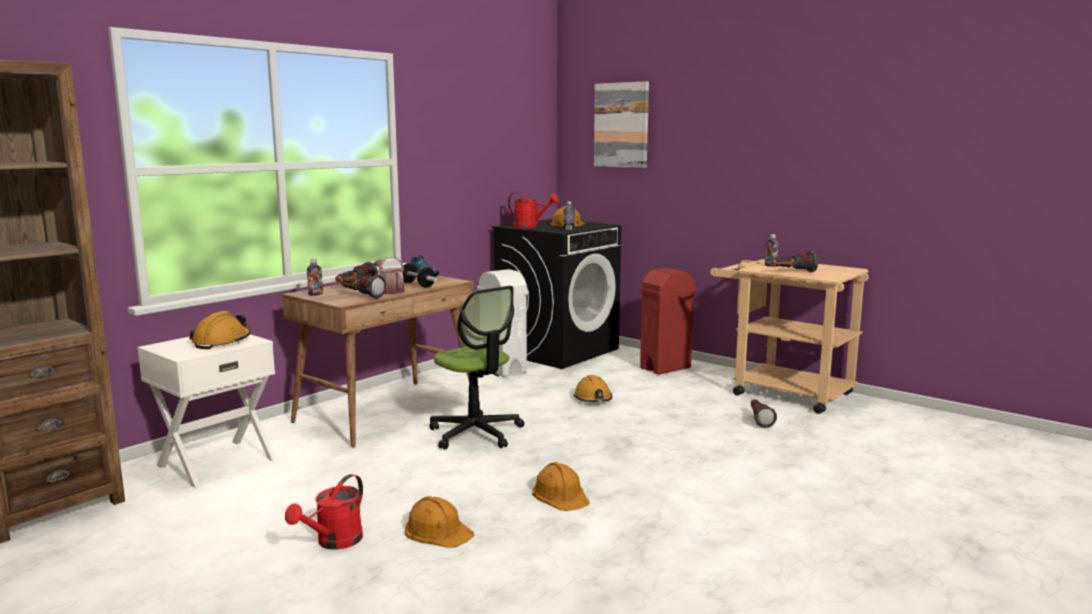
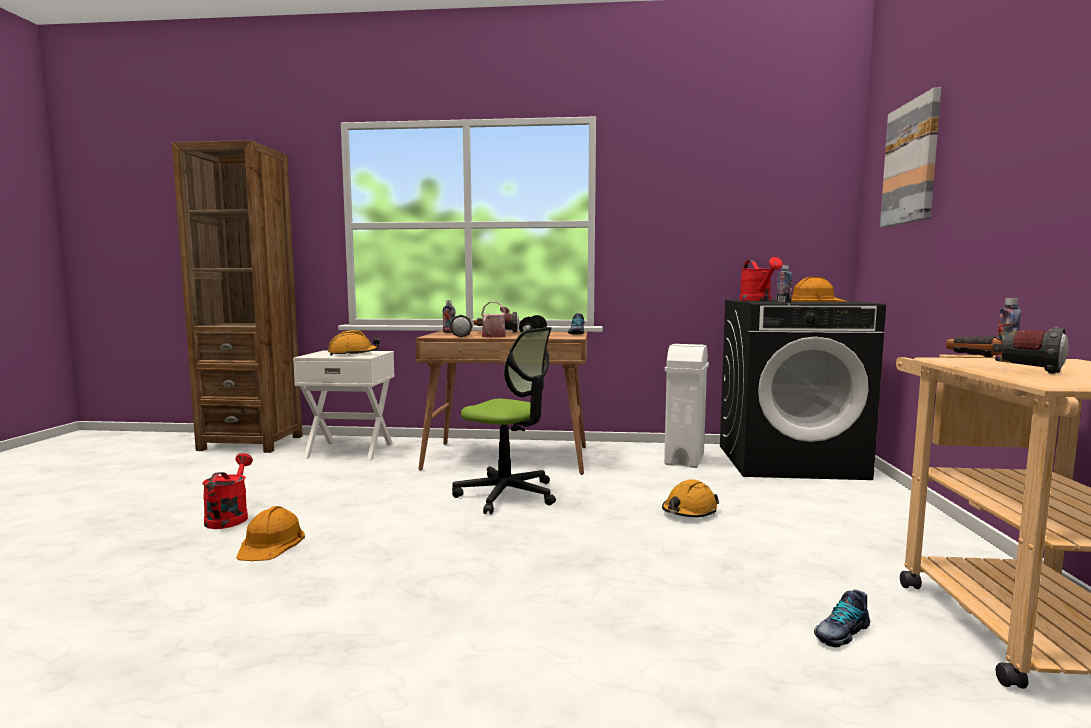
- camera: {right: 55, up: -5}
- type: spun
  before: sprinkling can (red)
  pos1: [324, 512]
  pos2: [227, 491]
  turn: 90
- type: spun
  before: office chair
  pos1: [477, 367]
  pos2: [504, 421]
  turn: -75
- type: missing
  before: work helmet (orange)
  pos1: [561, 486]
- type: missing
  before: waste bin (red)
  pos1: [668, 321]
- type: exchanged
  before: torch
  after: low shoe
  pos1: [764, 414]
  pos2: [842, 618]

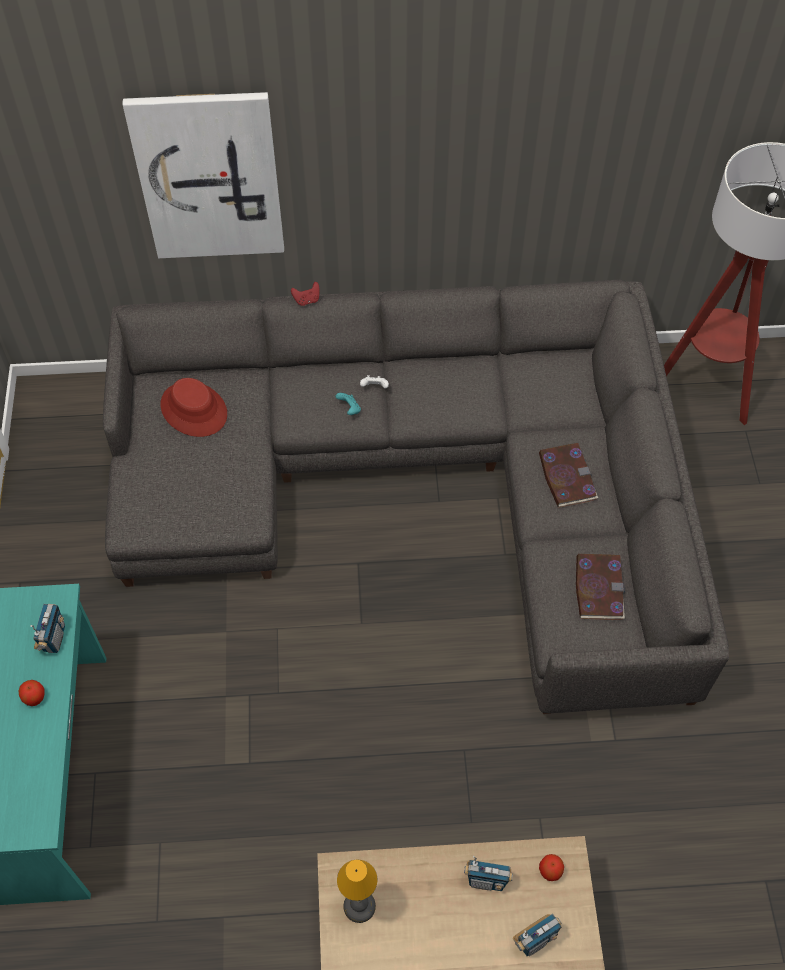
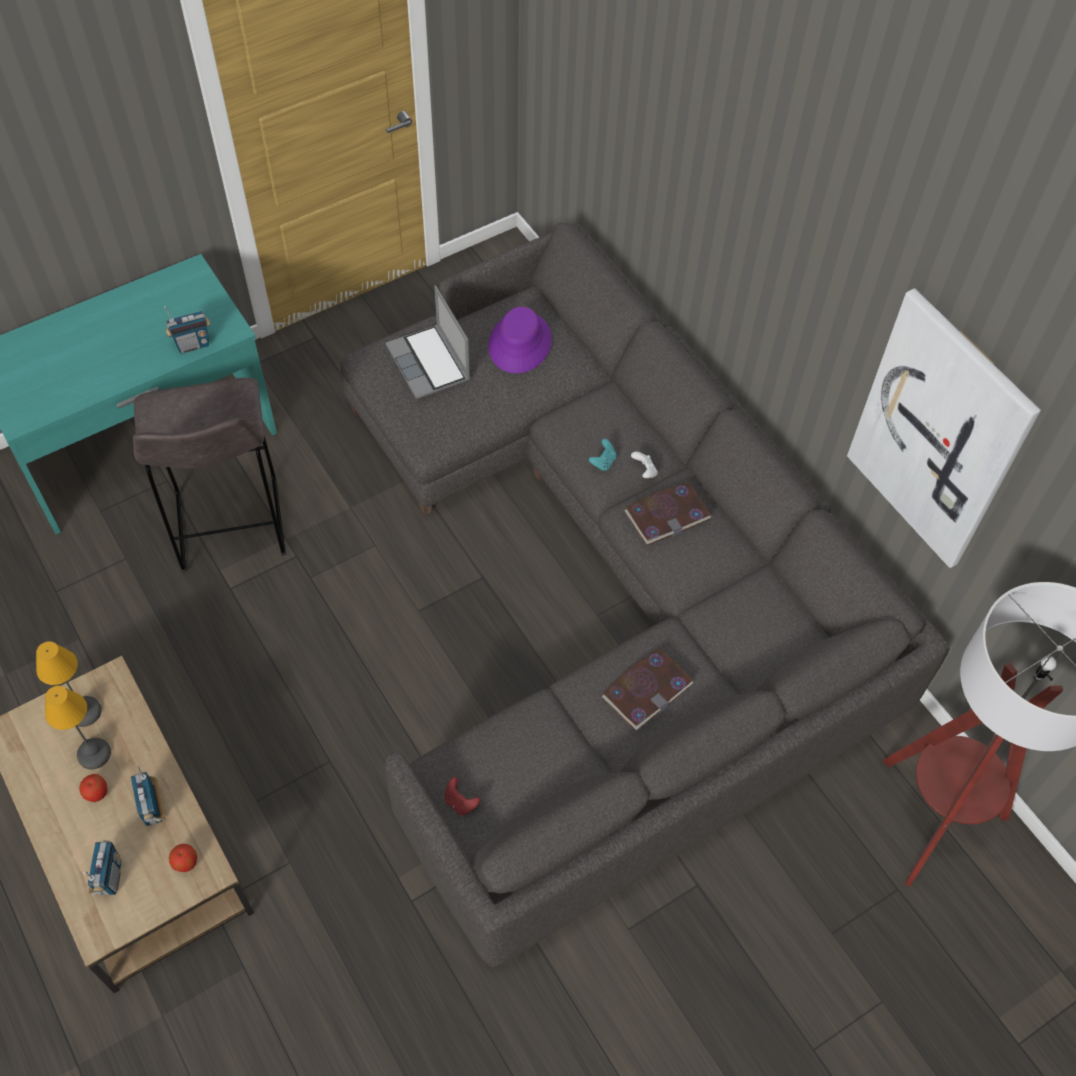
- camera: {right: 60, up: 0}
- type: relocated
  before: apple fruit
  pos1: [32, 693]
  pos2: [93, 788]
- type: relocated
  before: wall art
  pos1: [203, 175]
  pos2: [944, 428]
- type: colour
  before: clothing hat (red)
  after: clothing hat (purple-coloured)
  pos1: [193, 407]
  pos2: [520, 340]
- type: relocated
  before: game controller (red)
  pos1: [305, 294]
  pos2: [462, 796]
- type: spun
  before: radio set
  pos1: [537, 935]
  pos2: [102, 868]
  turn: -120
- type: relocated
  before: book
  pos1: [600, 587]
  pos2: [667, 514]
- type: appeared
  after: table lamp
  pos2: [78, 728]
- type: appeared
  after: stool seat (greyish)
  pos2: [209, 475]
- type: appeared
  after: laptop
  pos2: [428, 342]

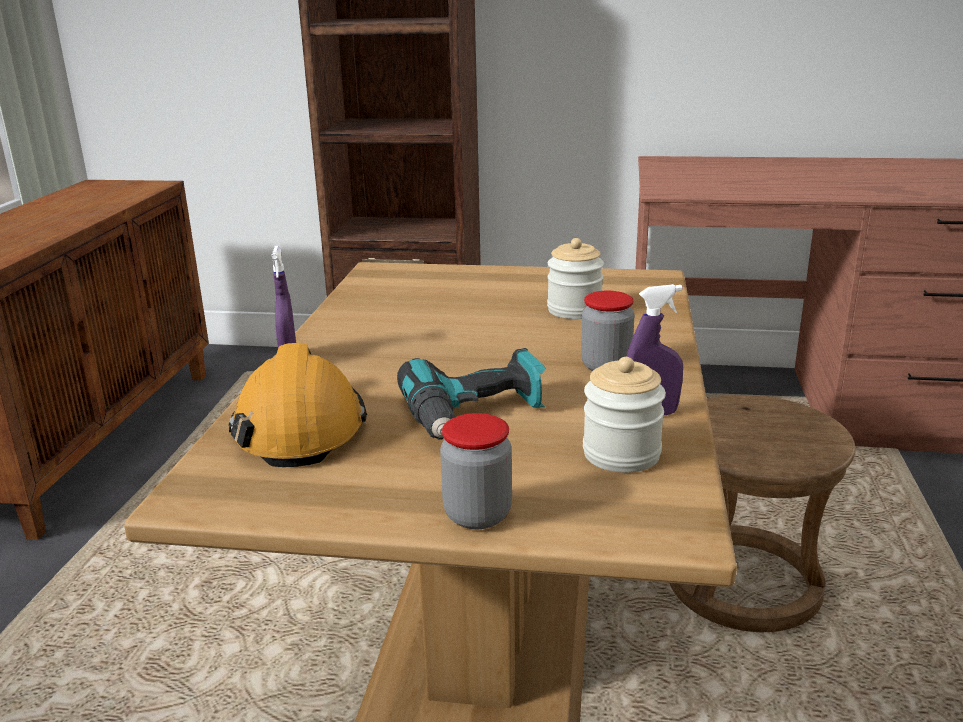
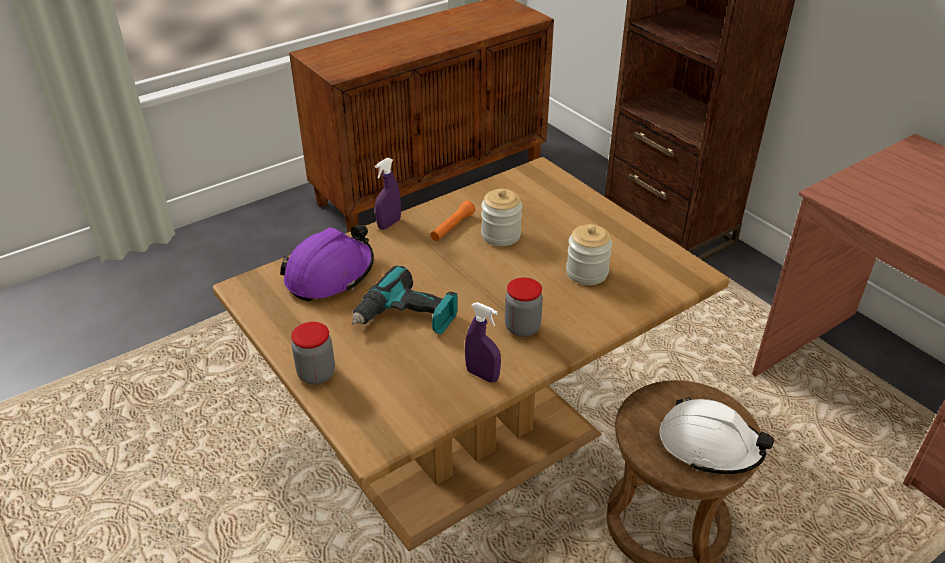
- camera: {right: 45, up: 15}
- type: colour
  before: work helmet (orange)
  after: work helmet (purple-coloured)
  pos1: [298, 405]
  pos2: [327, 263]
- type: relocated
  before: preserve jar
  pos1: [624, 415]
  pos2: [501, 217]
- type: appeared
  after: torch (orange)
  pos2: [452, 221]
- type: appeared
  after: work helmet (white)
  pos2: [716, 435]

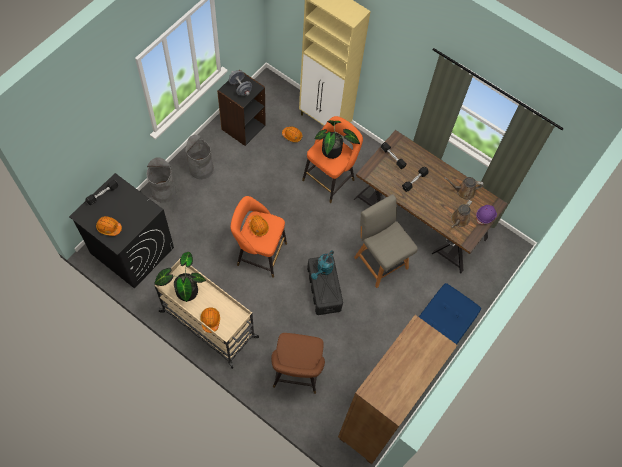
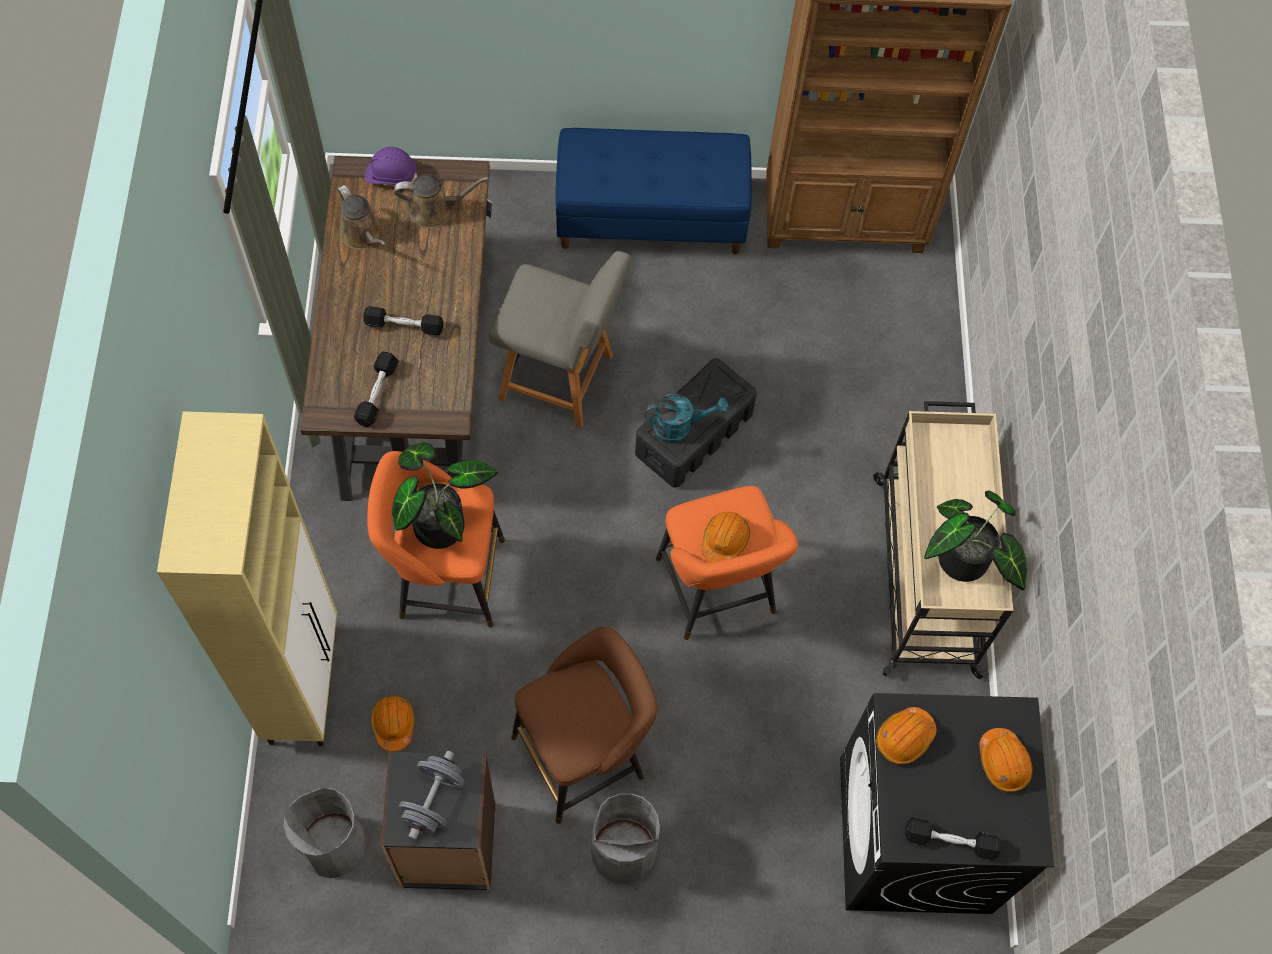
- camera: {right: -125, up: 0}
- type: relocated
  before: waste bin (greyish)
  pos1: [161, 180]
  pos2: [325, 832]
- type: relocated
  before: work helmet (orange)
  pos1: [210, 320]
  pos2: [906, 735]
- type: relocated
  before: stool seat (brown-coloured)
  pos1: [298, 363]
  pos2: [584, 725]
- type: spun
  before: upright chair (greyish)
  pos1: [386, 241]
  pos2: [559, 339]
  turn: -90

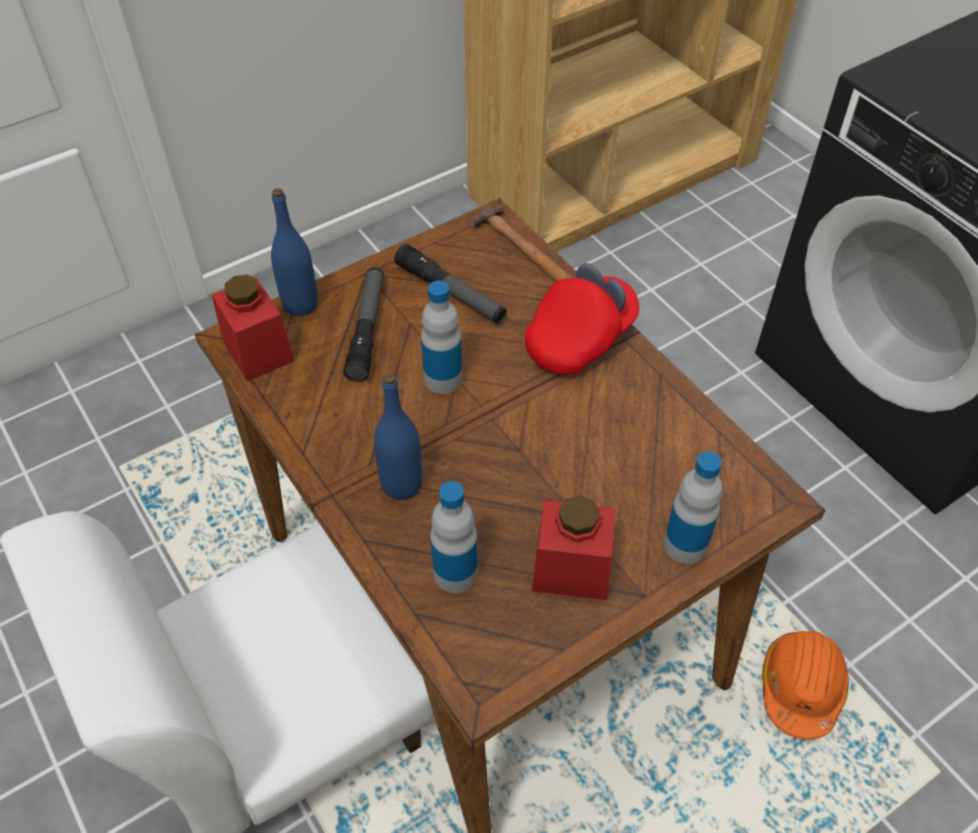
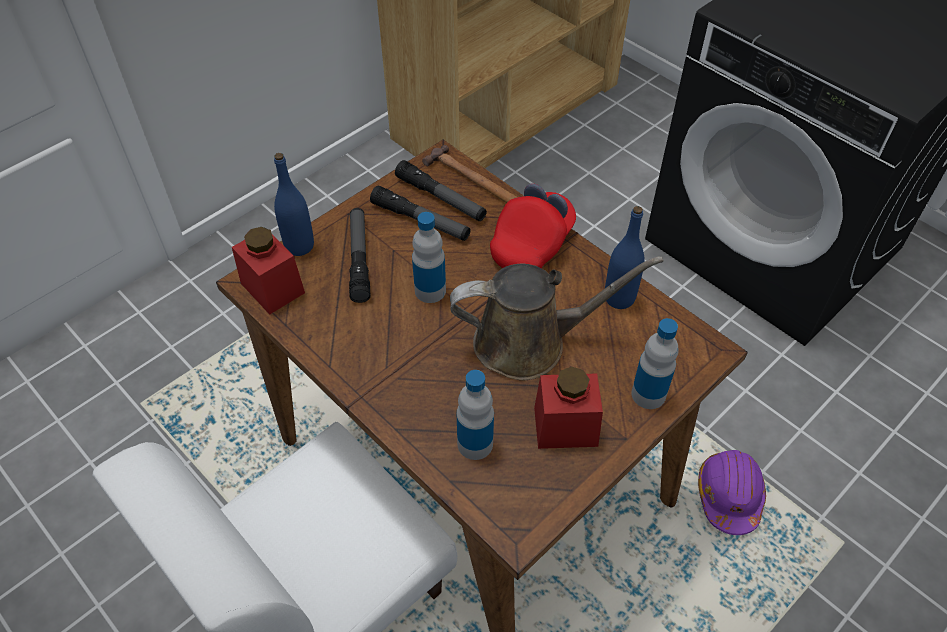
- camera: {right: -10, up: 0}
- type: relocated
  before: beverage bottle (bluish)
  pos1: [398, 436]
  pos2: [625, 257]
- type: colour
  before: work helmet (orange)
  after: work helmet (purple-coloured)
  pos1: [805, 685]
  pos2: [732, 492]
- type: appeared
  after: torch
  pos2: [441, 190]
- type: appeared
  after: sprinkling can (brown-coloured)
  pos2: [556, 318]

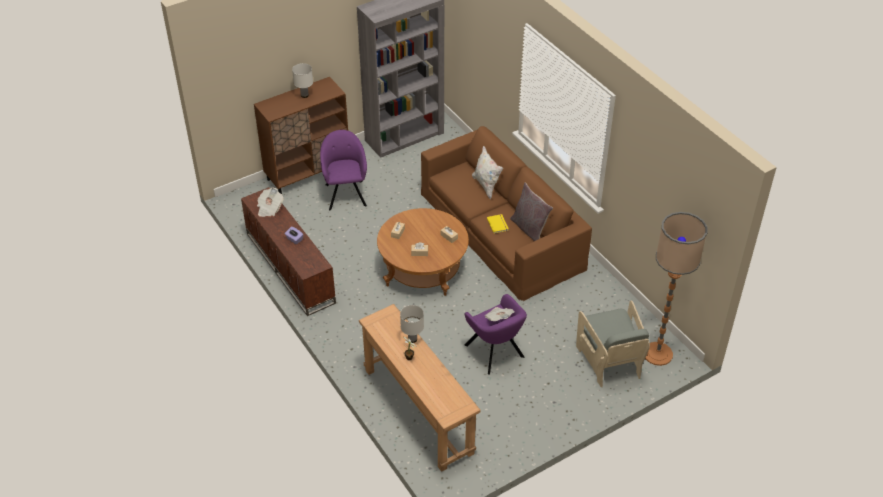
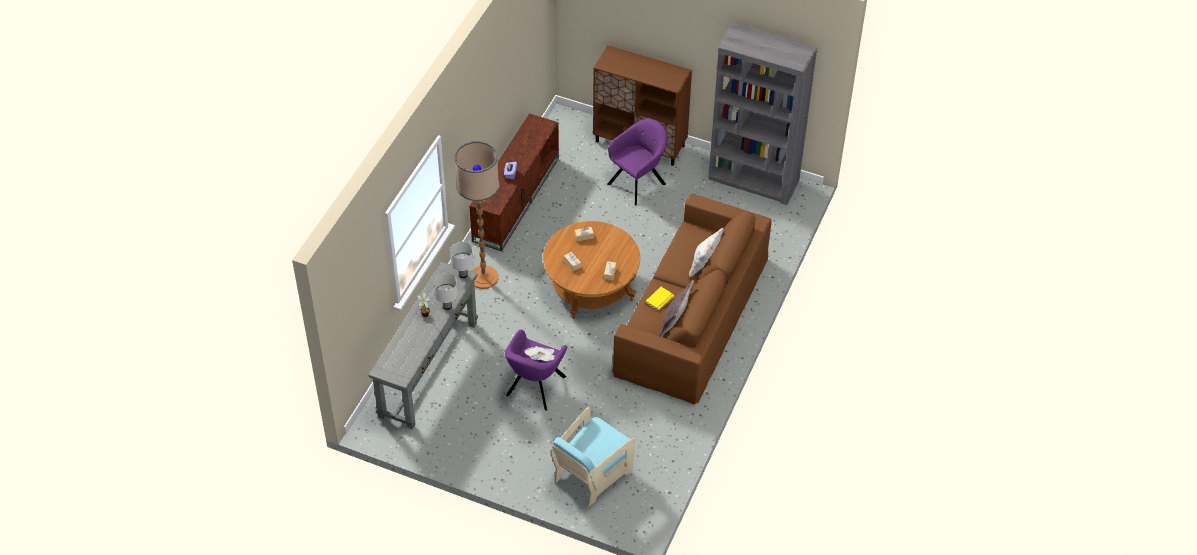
- camera: {right: 55, up: 5}
- type: missing
  before: printed paper
  pos1: [270, 202]
- type: relocated
  before: table lamp (white)
  pos1: [302, 80]
  pos2: [462, 260]
- type: colour
  before: hall table (brown-coloured)
  after: hall table (greyish)
  pos1: [420, 388]
  pos2: [423, 345]
- type: colour
  before: easy chair (greyish)
  after: easy chair (blue-green)
  pos1: [613, 343]
  pos2: [593, 457]
- type: relocated
  before: standing lamp
  pos1: [676, 289]
  pos2: [477, 215]

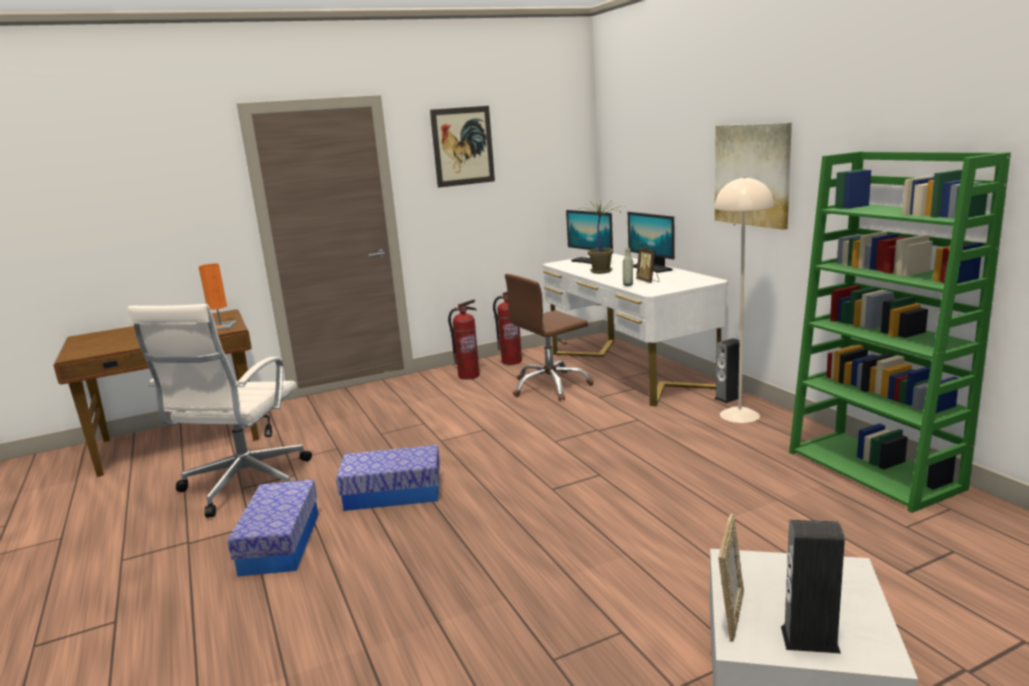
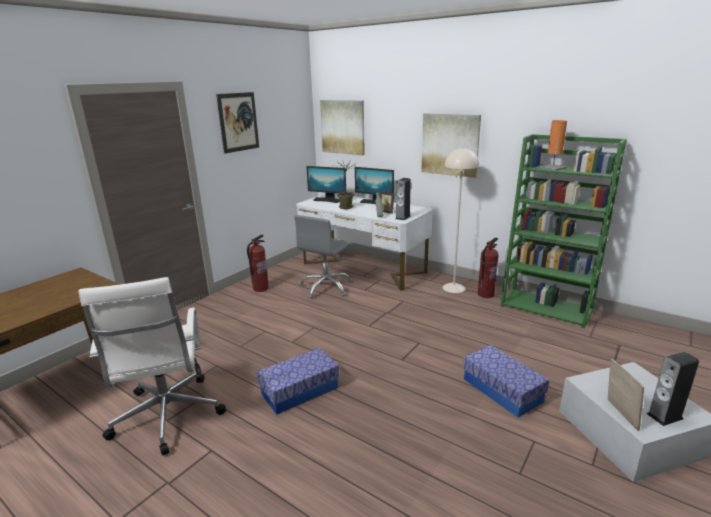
- camera: {right: -30, up: 5}
- type: relocated
  before: table lamp (orange)
  pos1: [218, 296]
  pos2: [553, 145]
- type: relocated
  before: storage box
  pos1: [272, 527]
  pos2: [506, 381]
- type: relocated
  before: fire extinguisher
  pos1: [507, 328]
  pos2: [488, 268]
- type: colour
  before: office chair (brown-coloured)
  after: office chair (greyish)
  pos1: [549, 337]
  pos2: [323, 257]
- type: relocated
  before: speaker
  pos1: [728, 370]
  pos2: [403, 199]
- type: appeared
  after: wall art
  pos2: [342, 128]

